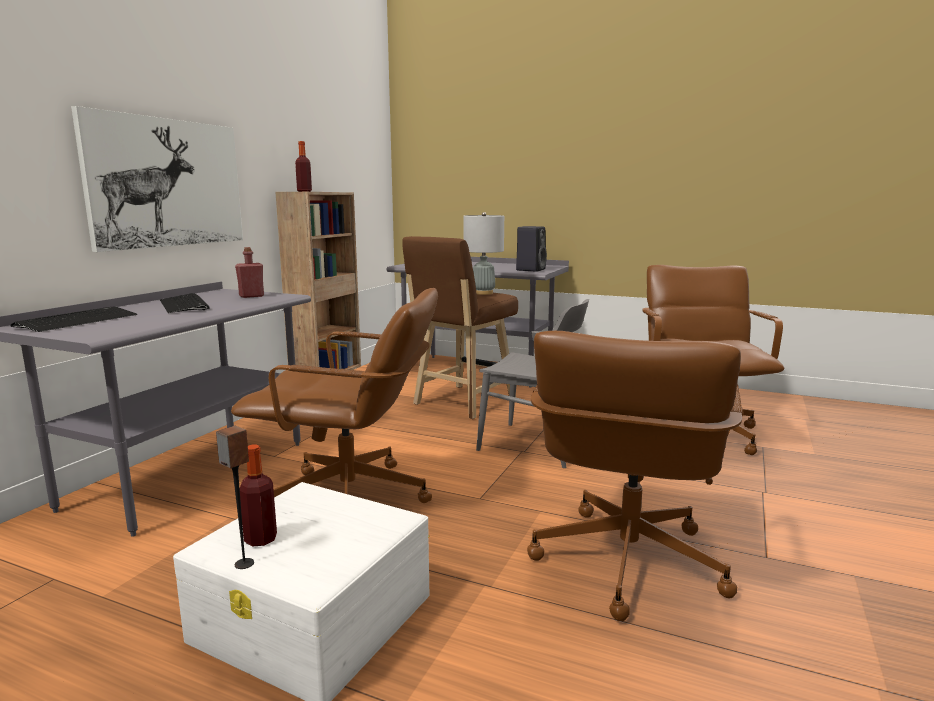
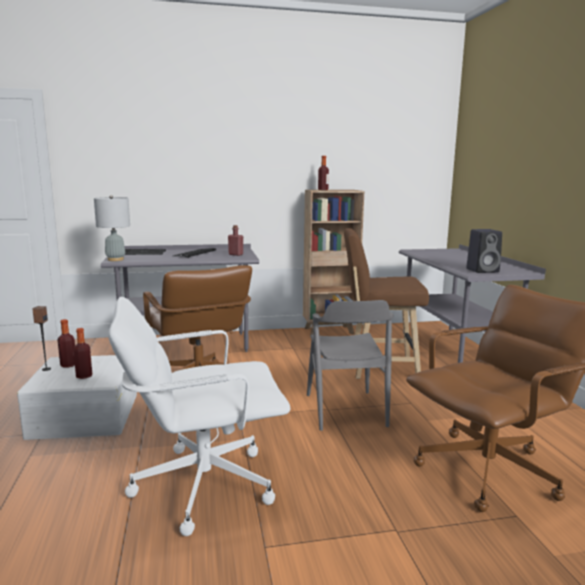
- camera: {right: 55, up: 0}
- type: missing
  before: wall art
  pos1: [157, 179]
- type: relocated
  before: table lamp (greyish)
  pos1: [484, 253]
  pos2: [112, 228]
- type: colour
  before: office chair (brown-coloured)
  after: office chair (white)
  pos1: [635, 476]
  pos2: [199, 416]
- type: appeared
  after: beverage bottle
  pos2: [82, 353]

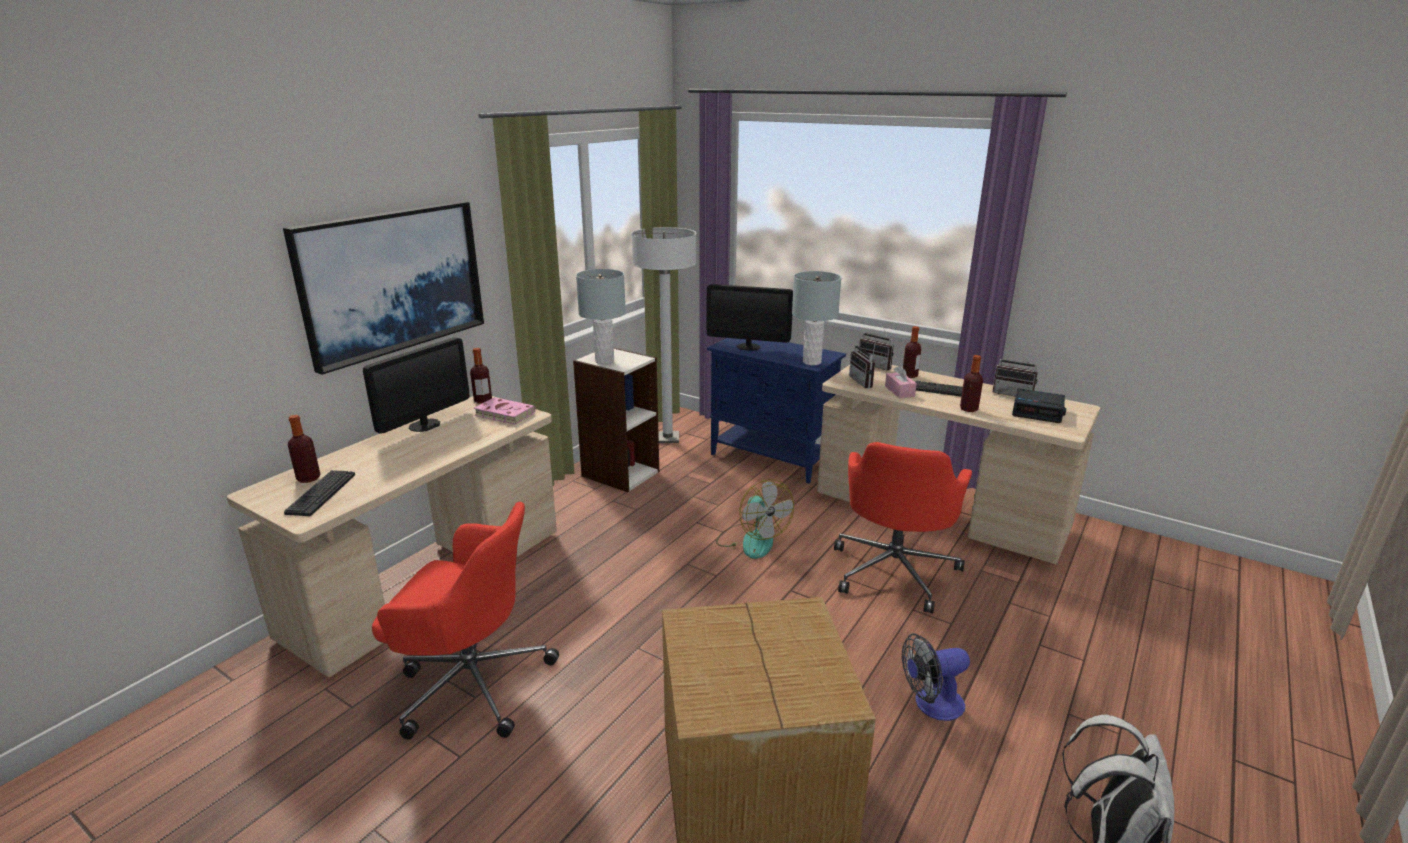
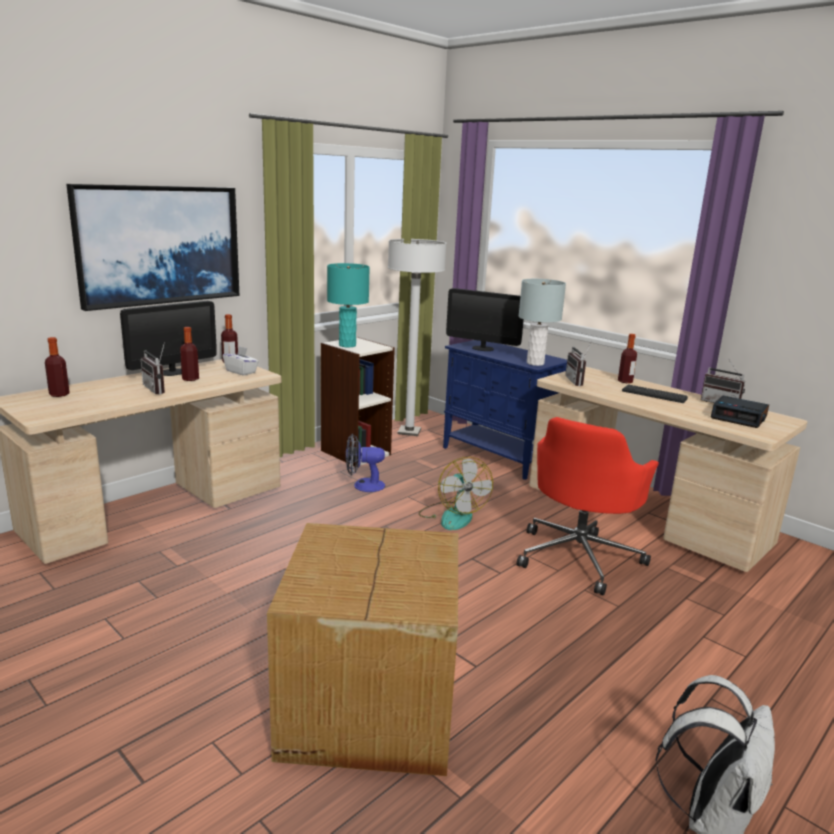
- camera: {right: 10, up: -5}
- type: missing
  before: computer keyboard
  pos1: [319, 493]
- type: missing
  before: office chair (red)
  pos1: [465, 621]
- type: exchanged
  before: book (pink-coloured)
  after: tissue holder (white)
  pos1: [504, 411]
  pos2: [241, 360]
- type: colour
  before: table lamp (greyish)
  after: table lamp (blue-green)
  pos1: [601, 316]
  pos2: [348, 305]
- type: relocated
  before: radio set
  pos1: [876, 348]
  pos2: [153, 368]
- type: missing
  before: tissue holder (pink-coloured)
  pos1: [901, 381]
- type: relocated
  before: electric fan
  pos1: [936, 677]
  pos2: [365, 463]
- type: relocated
  before: beverage bottle
  pos1: [971, 383]
  pos2: [189, 354]

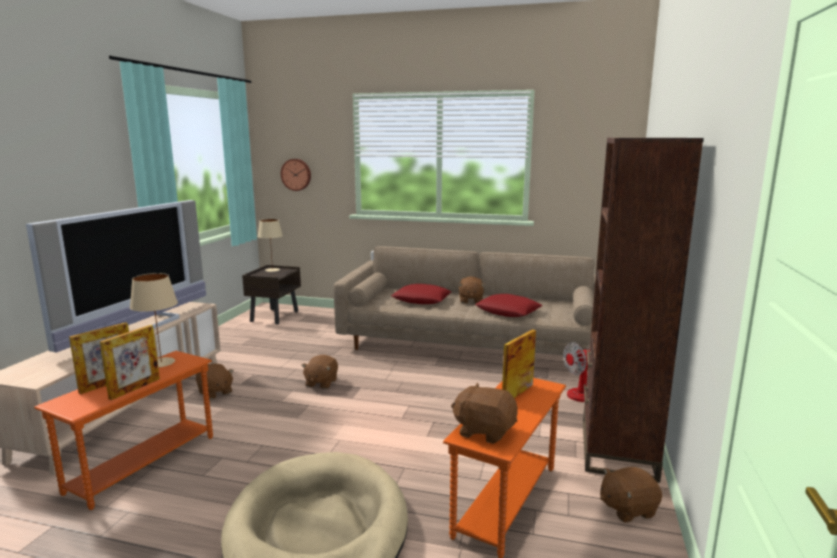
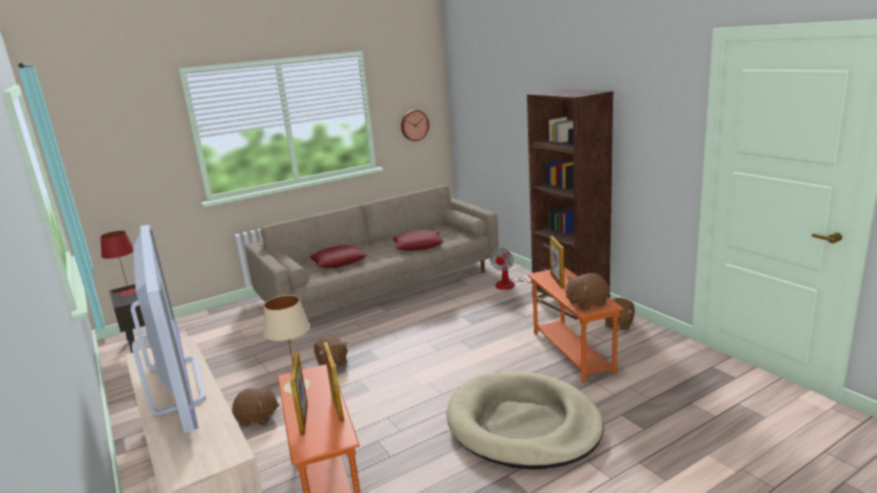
- camera: {right: -45, up: 5}
- type: colour
  before: table lamp (beige-coloured)
  after: table lamp (red)
  pos1: [270, 245]
  pos2: [118, 263]
- type: relocated
  before: clock on the wall
  pos1: [296, 175]
  pos2: [415, 125]
- type: missing
  before: soft toy (brown-coloured)
  pos1: [471, 289]

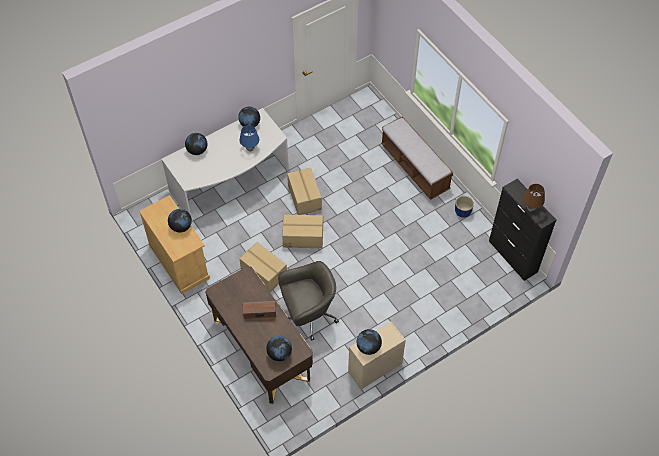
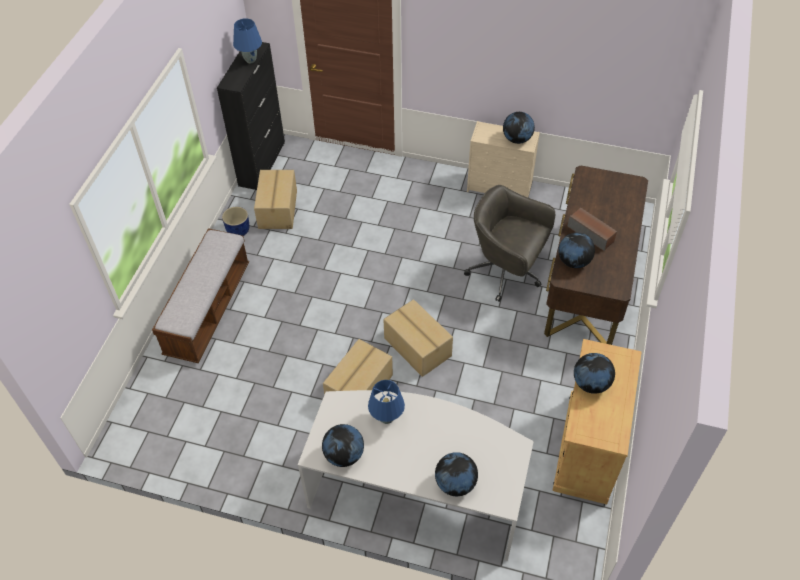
- camera: {right: -130, up: -5}
- type: relocated
  before: cardboard box
  pos1: [263, 267]
  pos2: [275, 199]
- type: relocated
  before: world globe
  pos1: [279, 348]
  pos2: [576, 250]
- type: colour
  before: table lamp (brown-coloured)
  after: table lamp (bluish)
  pos1: [534, 198]
  pos2: [247, 40]

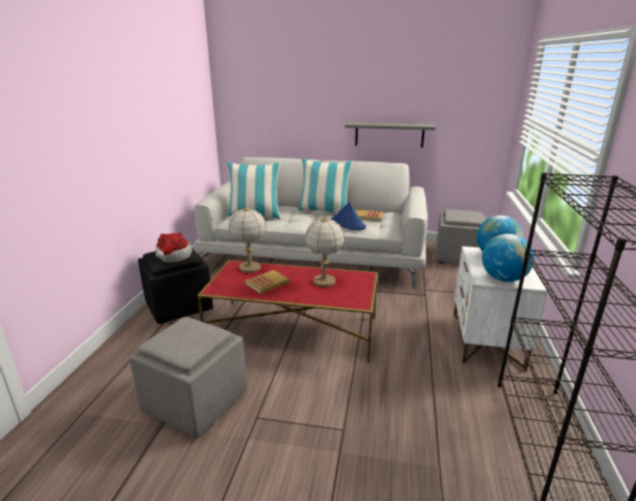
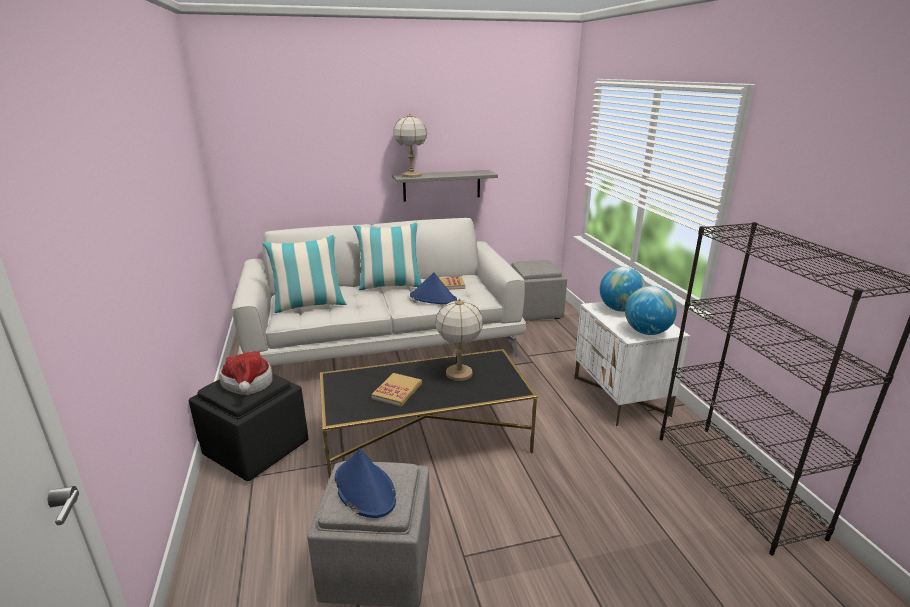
- camera: {right: -25, up: 0}
- type: colour
  before: coffee table (red)
  after: coffee table (black)
  pos1: [287, 311]
  pos2: [428, 413]
- type: relocated
  before: table lamp
  pos1: [247, 239]
  pos2: [410, 145]
- type: appeared
  after: clothing hat (bluish)
  pos2: [365, 483]

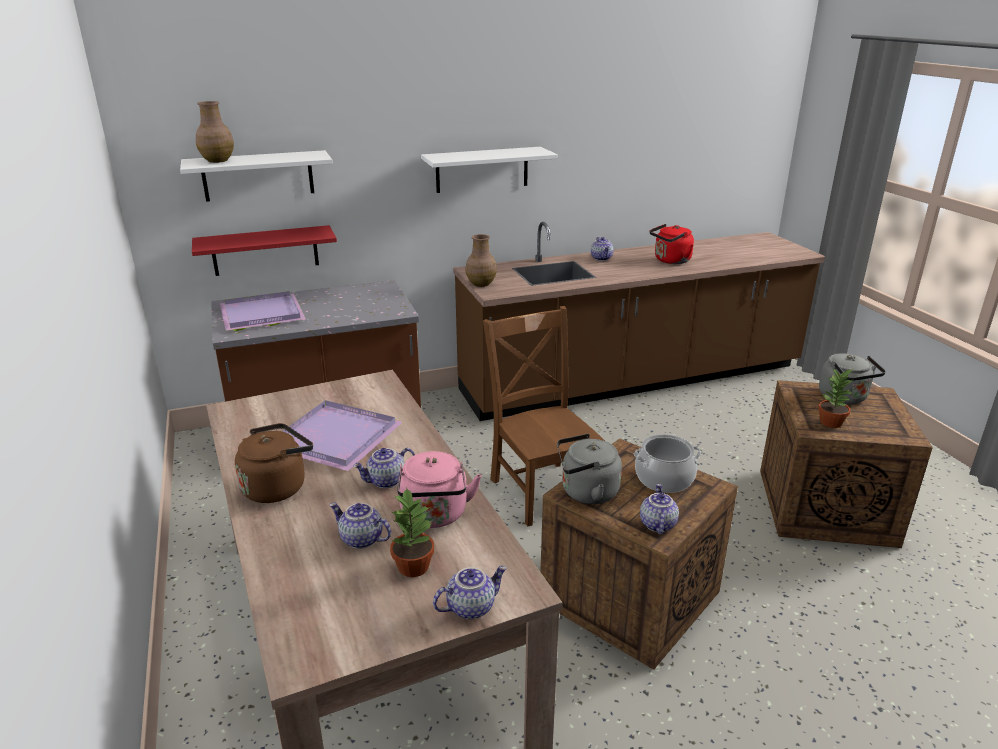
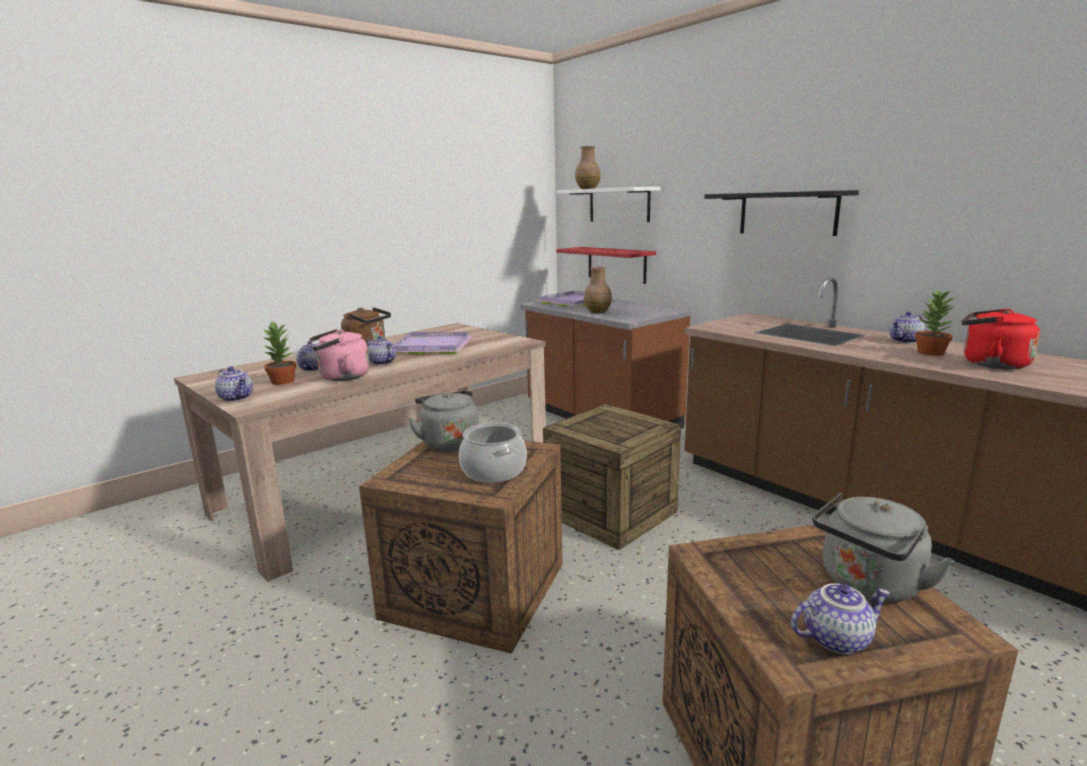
- camera: {right: 70, up: -10}
- type: colour
  before: wall shelf (white)
  after: wall shelf (black)
  pos1: [489, 170]
  pos2: [781, 213]
- type: relocated
  before: vase (brown-coloured)
  pos1: [481, 260]
  pos2: [598, 290]
- type: exchanged
  before: upright chair (brown-coloured)
  after: shipping crate
  pos1: [544, 416]
  pos2: [612, 477]
- type: relocated
  before: tea pot
  pos1: [659, 509]
  pos2: [840, 618]
- type: relocated
  before: plant in a pot
  pos1: [835, 398]
  pos2: [936, 322]

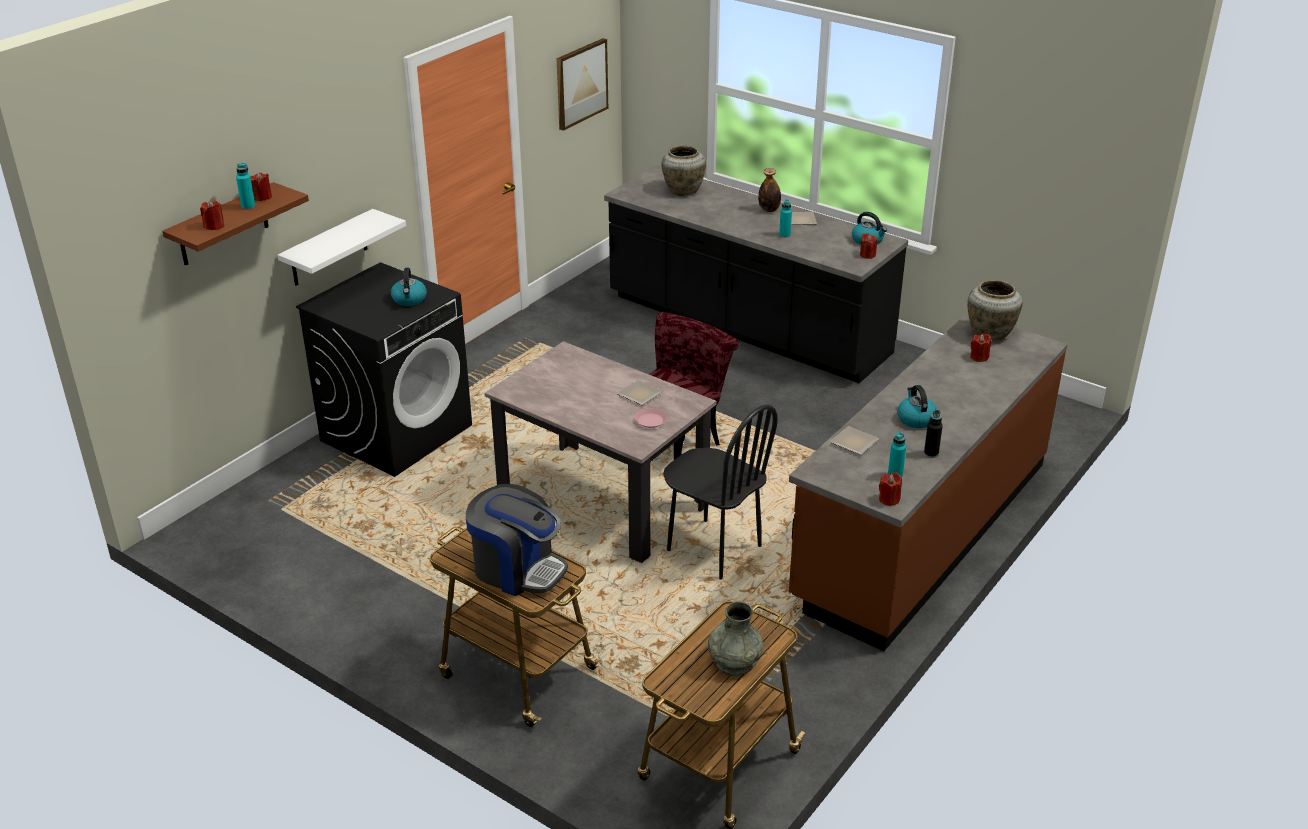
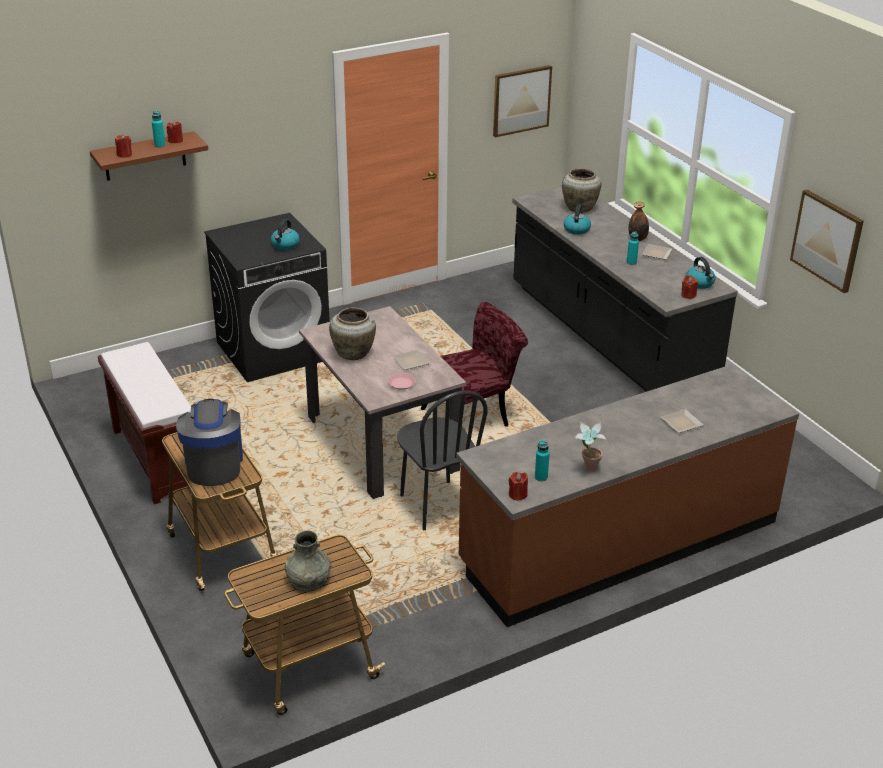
- camera: {right: 25, up: 0}
- type: missing
  before: wall shelf (white)
  pos1: [341, 247]
- type: spun
  before: coffee machine
  pos1: [517, 540]
  pos2: [209, 442]
  turn: -150
- type: relocated
  before: dinner plate
  pos1: [854, 440]
  pos2: [682, 421]
- type: relocated
  before: water kettle
  pos1: [917, 406]
  pos2: [577, 220]
- type: exchanged
  before: beverage bottle (black)
  after: plant in a pot
  pos1: [933, 434]
  pos2: [590, 446]
- type: relocated
  before: vase (beige-coloured)
  pos1: [995, 310]
  pos2: [352, 334]
- type: missing
  before: wax light (red)
  pos1: [980, 348]
- type: appeared
  after: bench (brown-coloured)
  pos2: [144, 423]
- type: appeared
  after: wall art
  pos2: [827, 241]

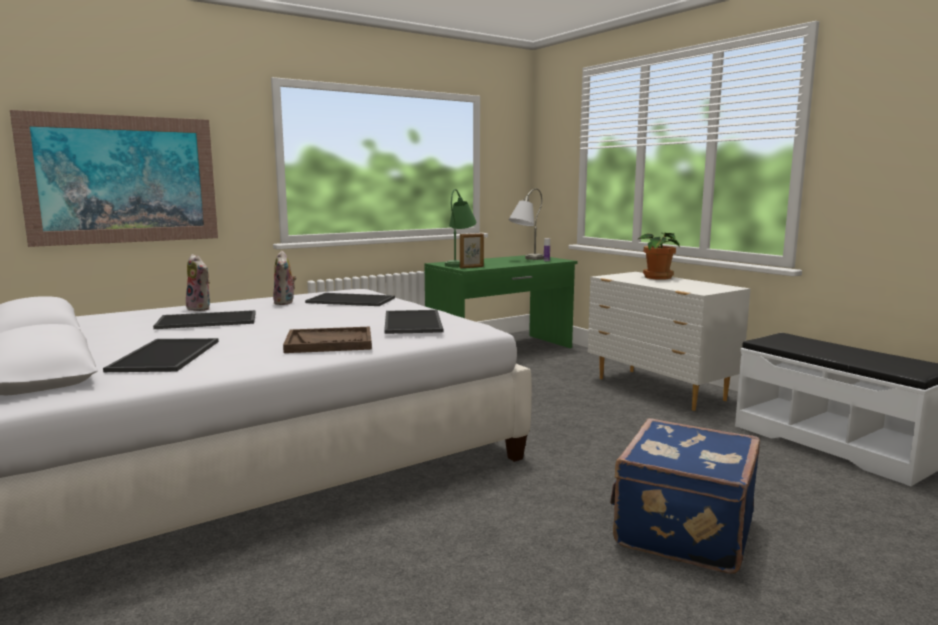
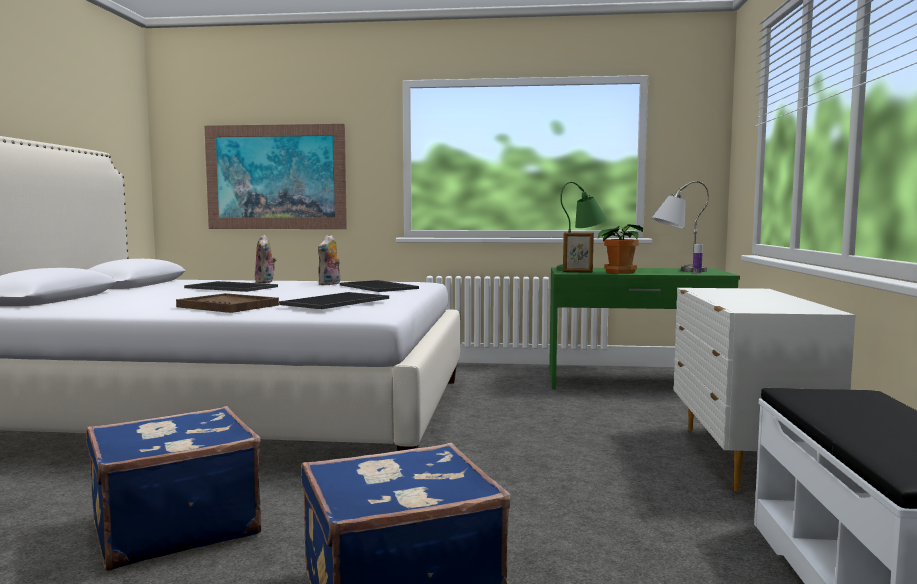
- camera: {right: 40, up: -5}
- type: missing
  before: tray
  pos1: [161, 355]
- type: relocated
  before: plant in a pot
  pos1: [658, 256]
  pos2: [620, 249]
- type: appeared
  after: piece of luggage (bluish)
  pos2: [173, 488]

